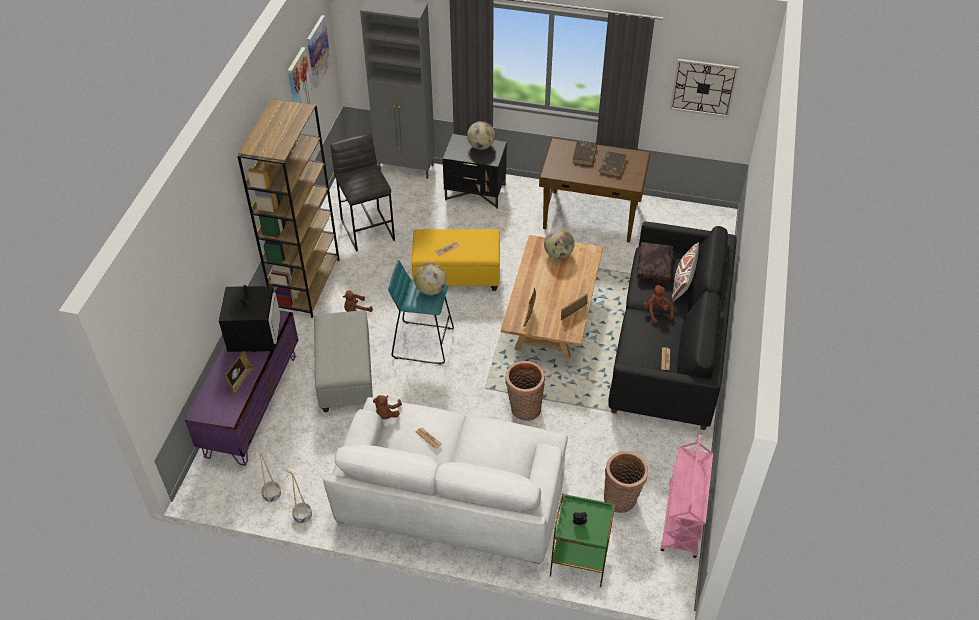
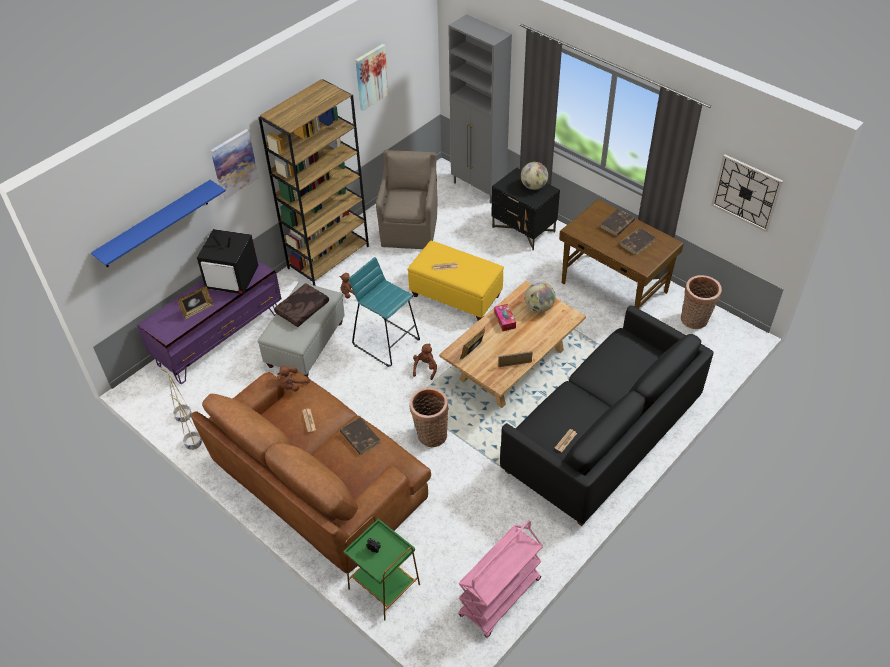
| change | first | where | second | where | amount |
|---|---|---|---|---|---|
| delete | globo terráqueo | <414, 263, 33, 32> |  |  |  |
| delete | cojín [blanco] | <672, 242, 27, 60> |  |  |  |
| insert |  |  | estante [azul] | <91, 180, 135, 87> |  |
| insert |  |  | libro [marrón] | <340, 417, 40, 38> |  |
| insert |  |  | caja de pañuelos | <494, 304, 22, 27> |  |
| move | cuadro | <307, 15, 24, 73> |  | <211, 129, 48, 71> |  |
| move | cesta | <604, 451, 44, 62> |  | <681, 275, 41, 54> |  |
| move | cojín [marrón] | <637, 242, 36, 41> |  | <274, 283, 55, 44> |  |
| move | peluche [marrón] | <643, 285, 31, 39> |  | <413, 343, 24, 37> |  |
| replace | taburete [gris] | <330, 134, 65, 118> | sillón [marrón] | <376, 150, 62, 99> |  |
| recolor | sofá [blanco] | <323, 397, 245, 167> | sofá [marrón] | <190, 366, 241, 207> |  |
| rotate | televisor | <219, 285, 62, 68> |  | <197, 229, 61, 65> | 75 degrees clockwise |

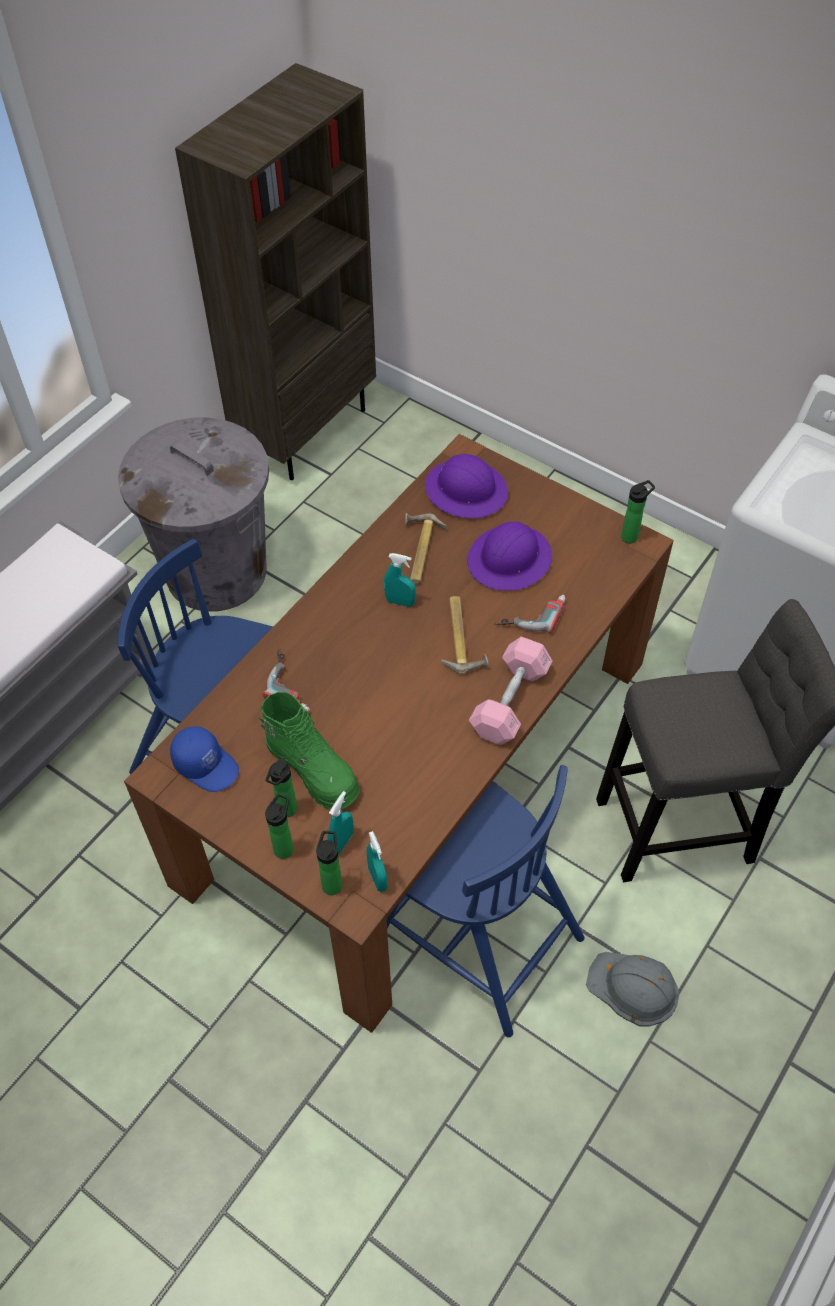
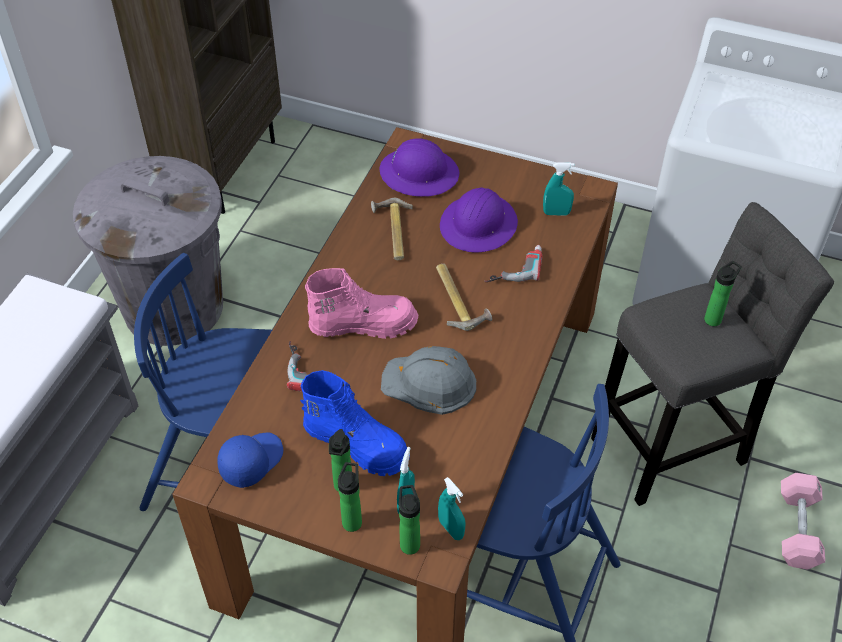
| change | first | where | second | where | amount |
|---|---|---|---|---|---|
| insert |  |  | bota [rosa] | <305, 268, 113, 71> |  |
| move | pulverizador [turquesa] | <384, 553, 32, 54> |  | <543, 162, 32, 54> |  |
| move | mancuerna [rosa] | <469, 637, 83, 108> |  | <781, 473, 44, 97> |  |
| move | casco [gris] | <586, 952, 93, 75> |  | <381, 346, 95, 69> |  |
| move | botella | <621, 480, 34, 64> |  | <704, 261, 38, 65> |  |
| recolor | bota [verde] | <259, 692, 101, 117> | bota [azul] | <300, 370, 110, 106> |  |
| rotate | gorra [azul] | <170, 726, 69, 66> |  | <218, 432, 65, 56> | 75 degrees counterclockwise |

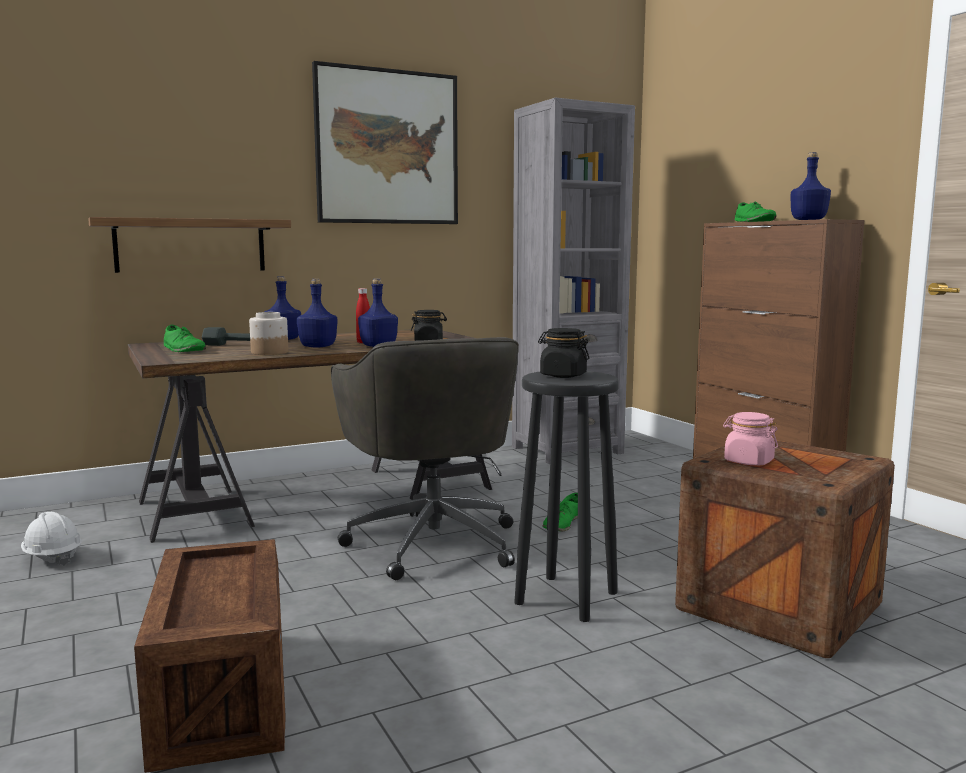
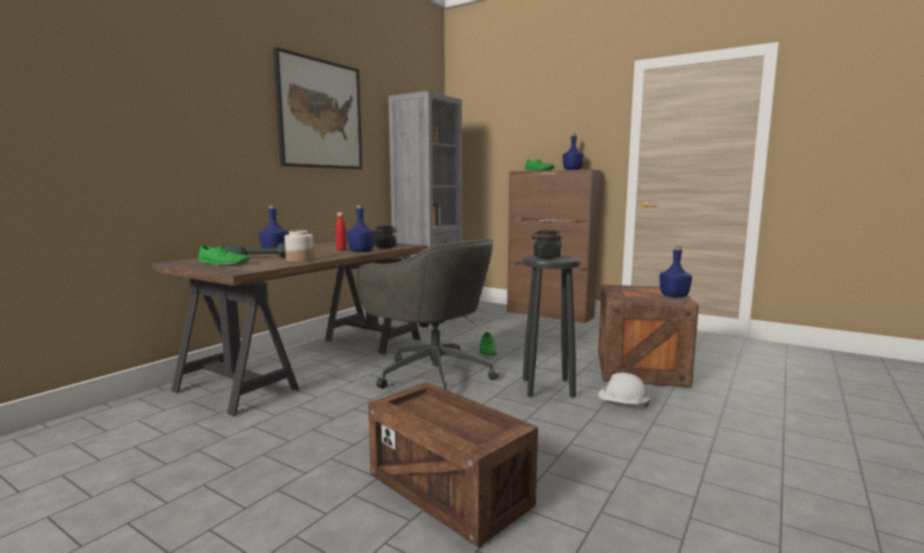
| change | first | where | second | where | amount |
|---|---|---|---|---|---|
| delete | estante | <88, 217, 203, 56> |  |  |  |
| delete | tarro [rosa] | <723, 412, 55, 53> |  |  |  |
| move | casco [blanco] | <21, 512, 61, 54> |  | <598, 373, 52, 35> |  |
| move | botella [azul] | <297, 279, 40, 68> |  | <659, 246, 33, 51> |  |

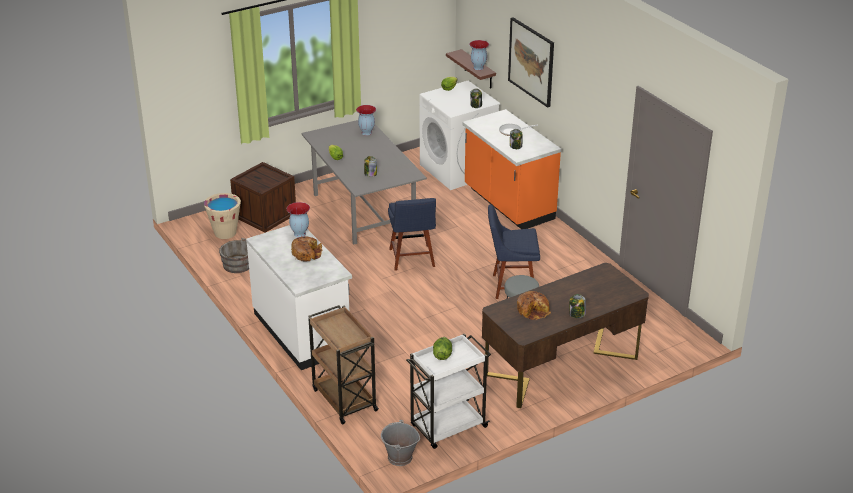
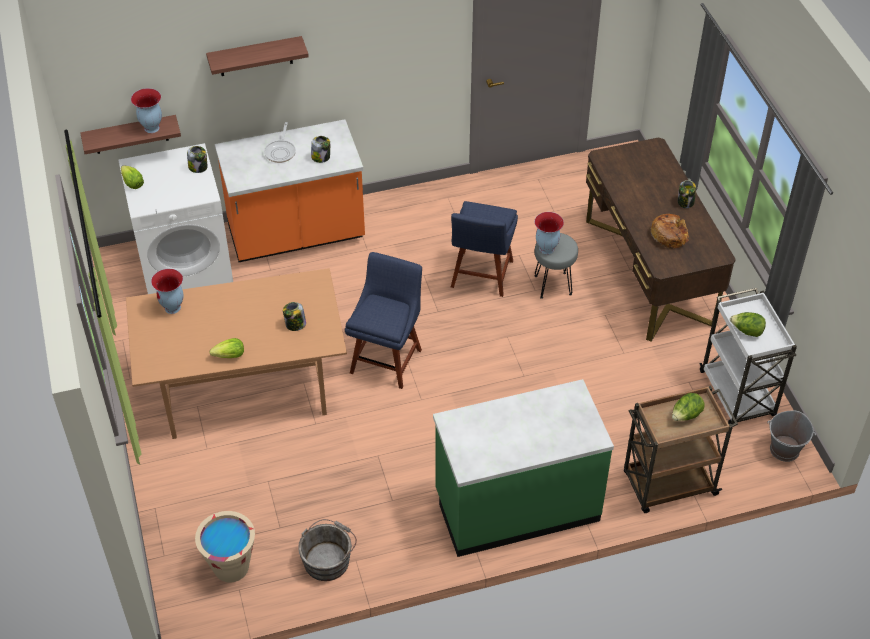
| change | first | where | second | where | amount |
|---|---|---|---|---|---|
| delete | caja de embalaje | <230, 162, 66, 71> |  |  |  |
| delete | pan | <291, 237, 32, 24> |  |  |  |
| insert |  |  | lechuga | <672, 393, 33, 28> |  |
| move | florero | <287, 202, 23, 36> |  | <534, 212, 30, 42> |  |
| replace | cuadro | <508, 17, 46, 91> | estante | <206, 36, 103, 40> |  |
| recolor | mueble bajo de cocina [blanco] | <246, 225, 106, 145> | mueble bajo de cocina [verde] | <433, 379, 181, 178> |  |
| recolor | mesa de comedor [gris] | <301, 120, 126, 124> | mesa de comedor [marrón] | <126, 268, 221, 171> |  |
| rotate | silla [azul] | <388, 198, 48, 73> |  | <345, 252, 77, 137> | 75 degrees counterclockwise |

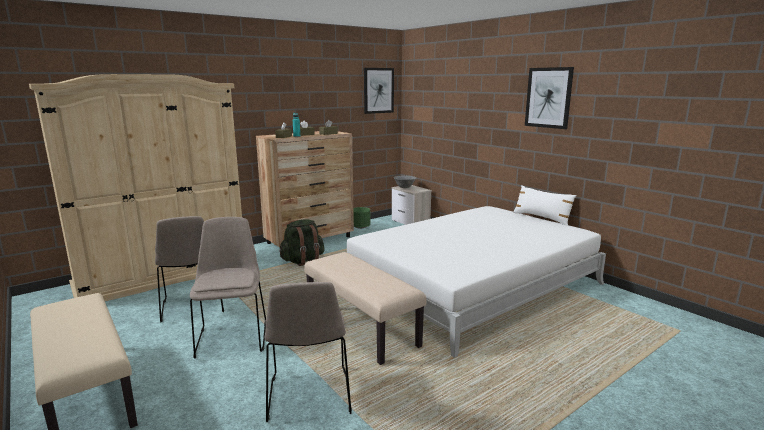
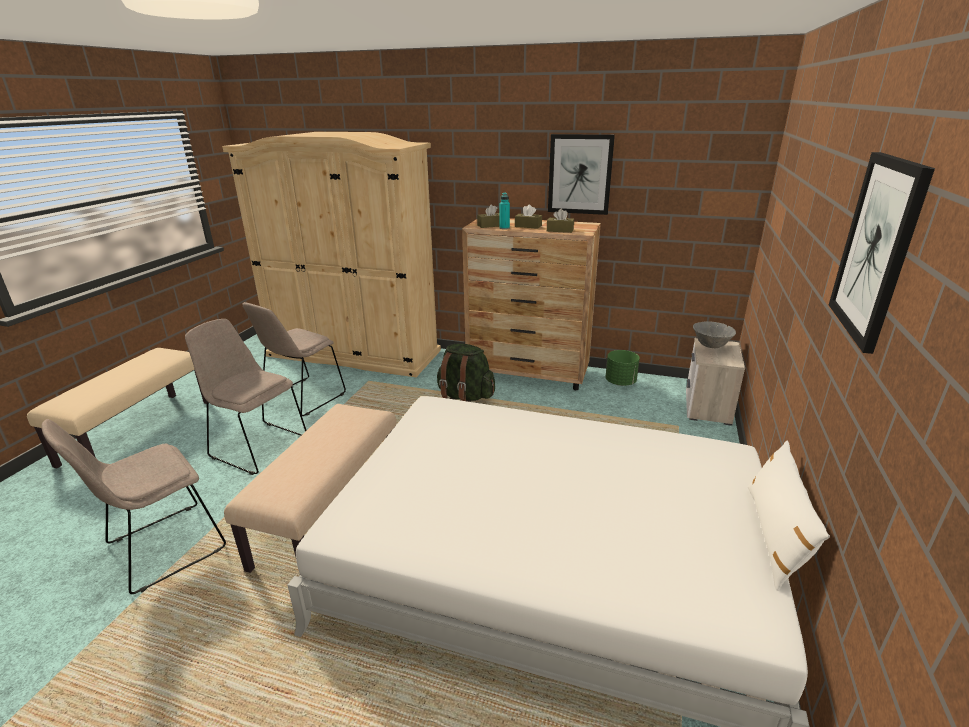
| change | first | where | second | where | amount |
|---|---|---|---|---|---|
| move | cuadro | <364, 68, 30, 46> |  | <548, 134, 67, 81> |  |
| rotate | silla [beis] | <190, 217, 76, 142> |  | <185, 319, 122, 156> | 105 degrees counterclockwise |

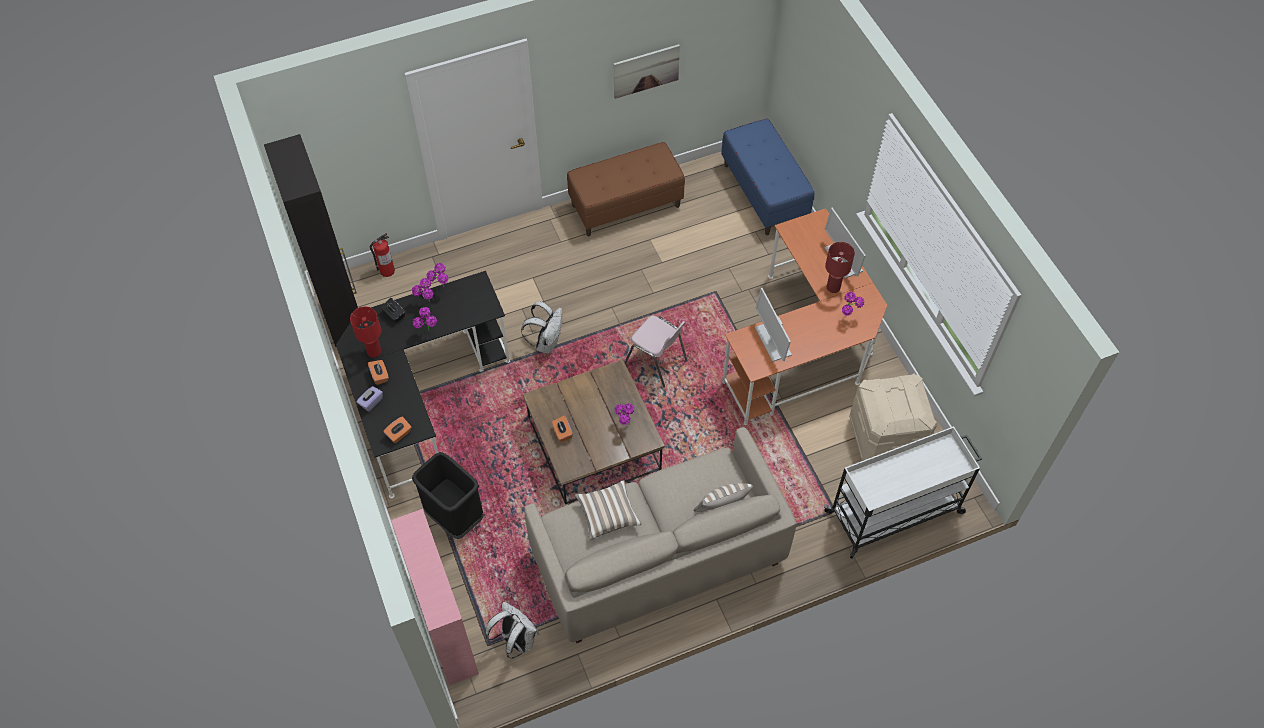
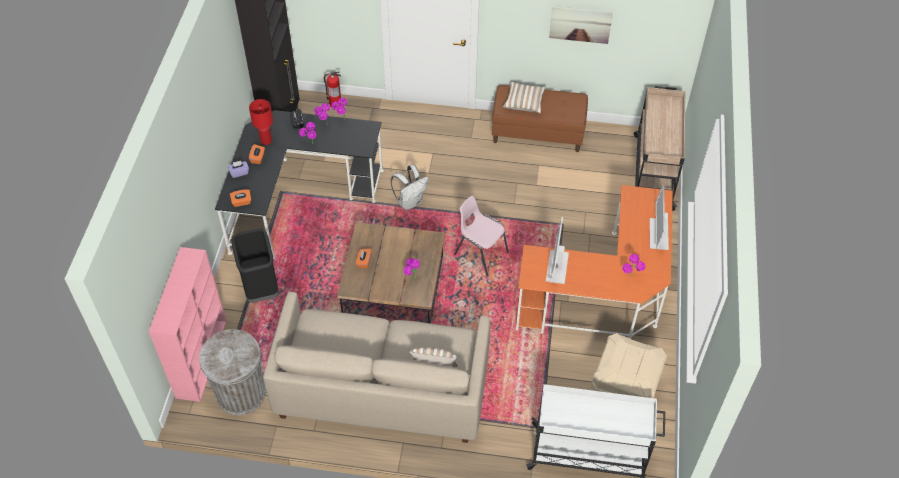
| change | first | where | second | where | amount |
|---|---|---|---|---|---|
| delete | lámpara de mesa [rojo] | <825, 242, 30, 51> |  |  |  |
| move | cojín | <575, 480, 66, 60> |  | <503, 81, 43, 32> |  |
| replace | mochila [blanco] | <485, 602, 54, 57> | papelera [gris] | <199, 329, 67, 86> |  |
| replace | banco [azul] | <721, 118, 93, 117> | carrito [beis] | <634, 86, 51, 125> |  |
| rotate | silla [rosa] | <624, 316, 64, 72> |  | <454, 195, 55, 81> | 150 degrees clockwise |

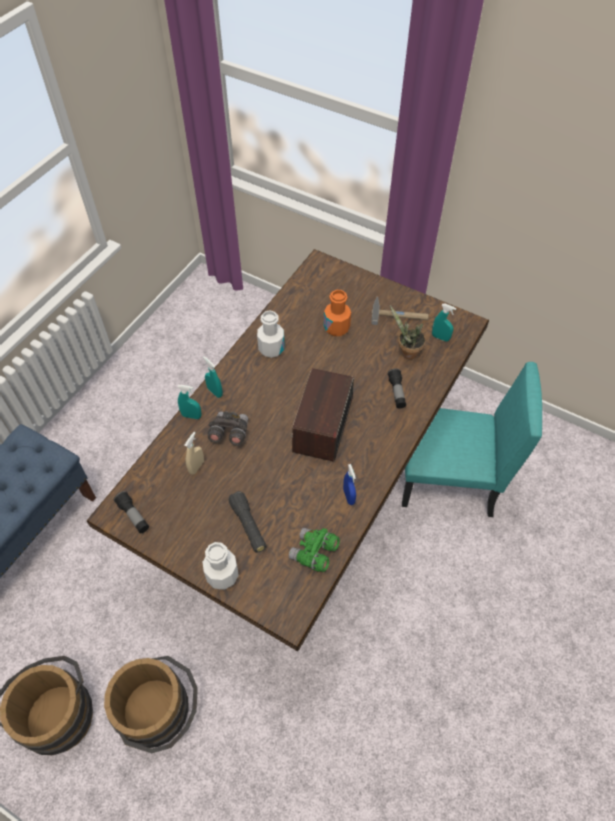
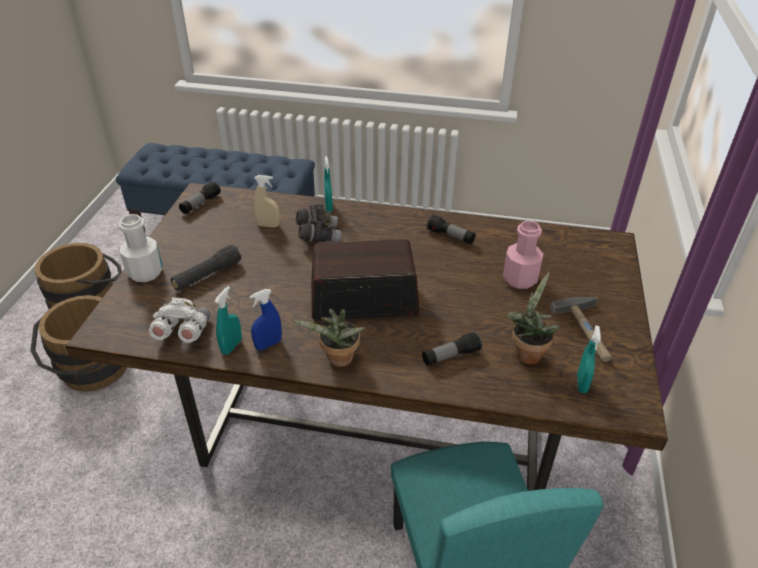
| change | first | where | second | where | amount |
|---|---|---|---|---|---|
| insert |  |  | planta en maceta | <293, 309, 72, 58> |  |
| move | pulverizador [turquesa] | <203, 356, 20, 42> |  | <214, 286, 28, 69> |  |
| replace | botella [blanco] | <257, 310, 27, 48> | linterna | <426, 215, 50, 29> |  |
| recolor | prismáticos [verde] | <289, 528, 51, 44> | prismáticos [blanco] | <149, 297, 62, 46> |  |
| recolor | botella [naranja] | <324, 290, 27, 46> | botella [rosa] | <503, 221, 40, 68> |  |

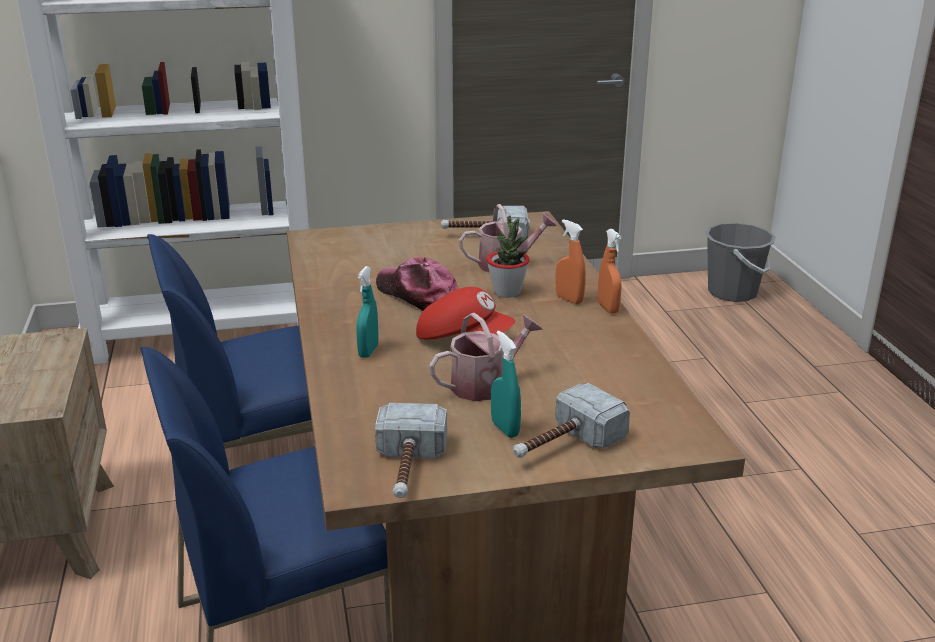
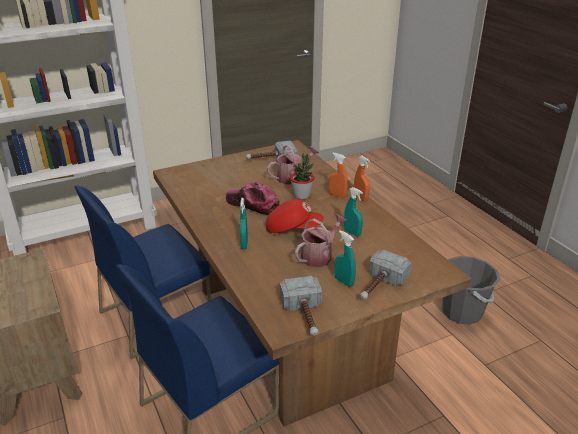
| change | first | where | second | where | amount |
|---|---|---|---|---|---|
| insert |  |  | pulverizador [turquesa] | <344, 187, 19, 50> |  |
| move | cubo [gris] | <705, 223, 71, 79> |  | <442, 256, 58, 69> |  |

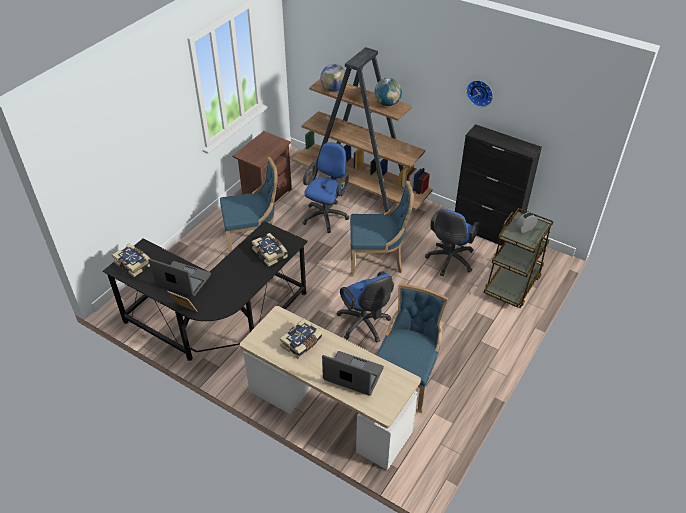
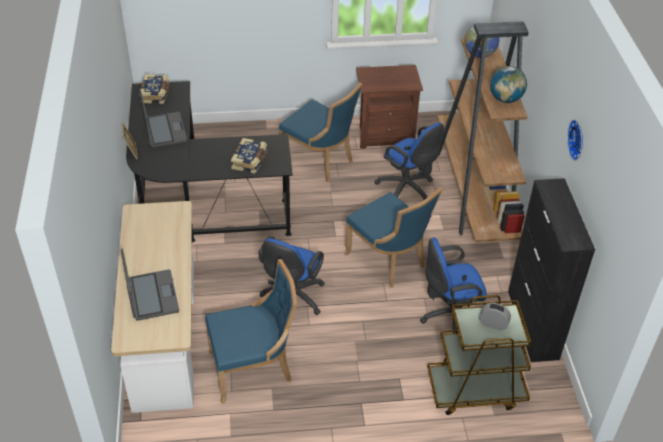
| change | first | where | second | where | amount |
|---|---|---|---|---|---|
| delete | libro | <280, 318, 42, 40> |  |  |  |
| rotate | silla de oficina [azul] | <302, 142, 47, 91> |  | <375, 122, 69, 78> | 60 degrees clockwise |

